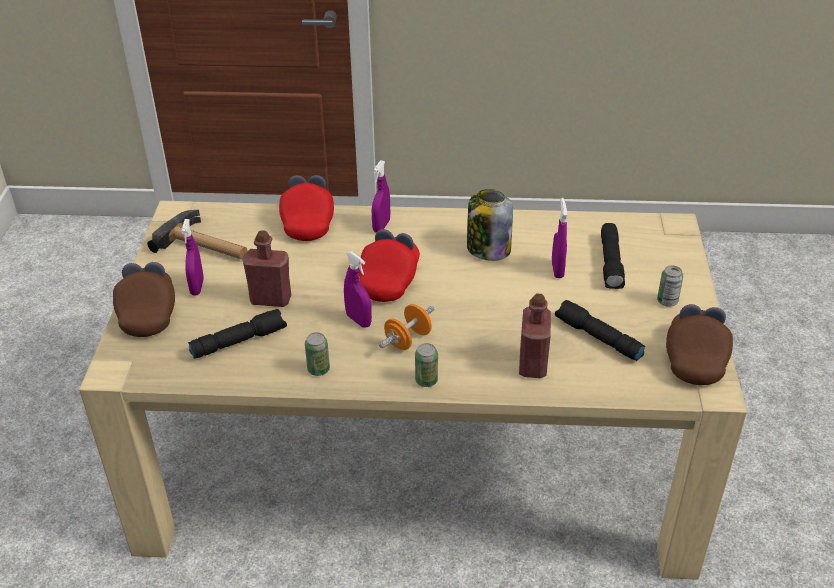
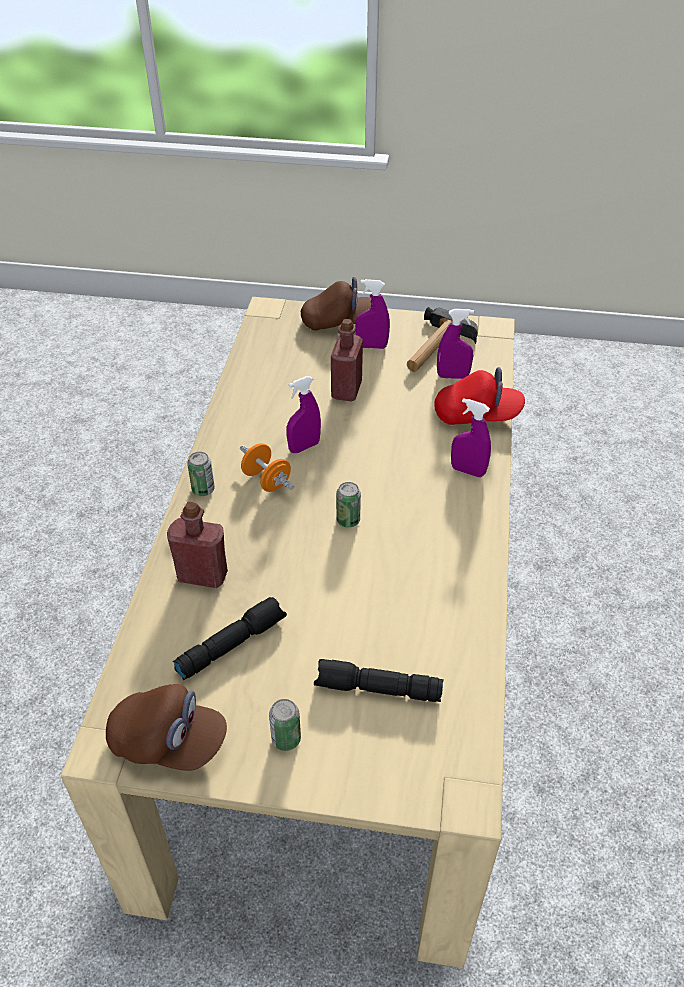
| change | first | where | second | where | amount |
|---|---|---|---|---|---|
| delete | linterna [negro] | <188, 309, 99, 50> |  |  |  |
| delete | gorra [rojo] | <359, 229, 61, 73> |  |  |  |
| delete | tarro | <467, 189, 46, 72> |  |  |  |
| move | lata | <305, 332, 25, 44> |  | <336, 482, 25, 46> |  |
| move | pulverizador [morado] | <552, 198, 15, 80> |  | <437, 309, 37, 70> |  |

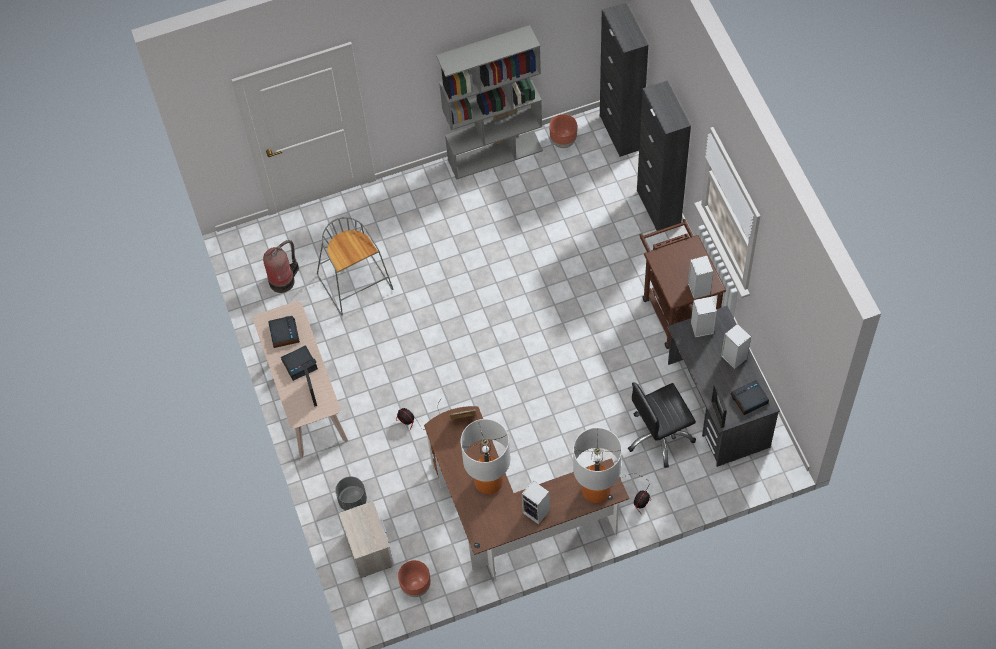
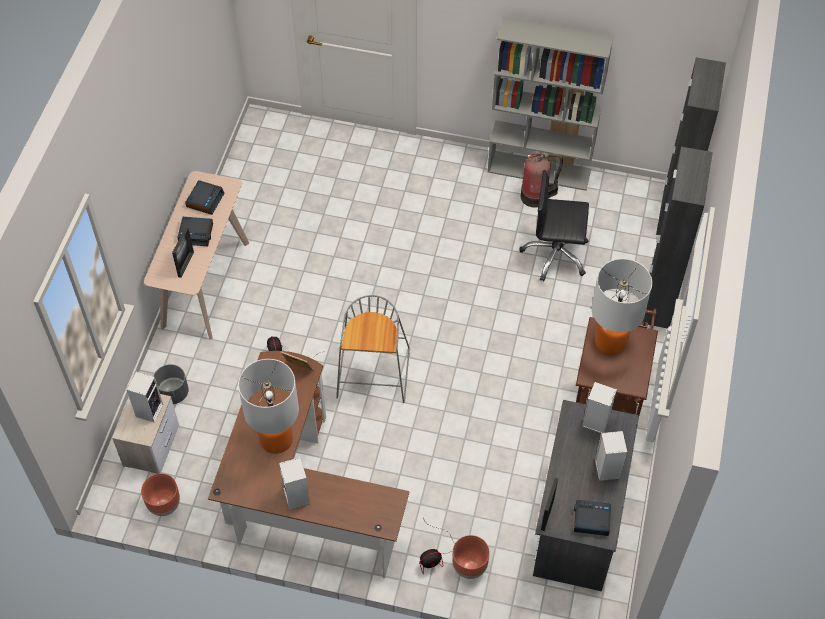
| change | first | where | second | where | amount |
|---|---|---|---|---|---|
| move | extintor | <263, 240, 36, 53> |  | <521, 152, 42, 56> |  |
| move | taburete [gris] | <317, 217, 77, 98> |  | <336, 295, 74, 108> |  |
| move | maceta [marrón] | <549, 114, 28, 34> |  | <452, 535, 38, 44> |  |
| move | lámpara de mesa | <573, 428, 49, 75> |  | <592, 259, 60, 96> |  |
| move | silla de oficina [negro] | <628, 382, 68, 86> |  | <519, 170, 70, 111> |  |
| move | altavoz | <688, 256, 25, 43> |  | <127, 372, 36, 50> |  |

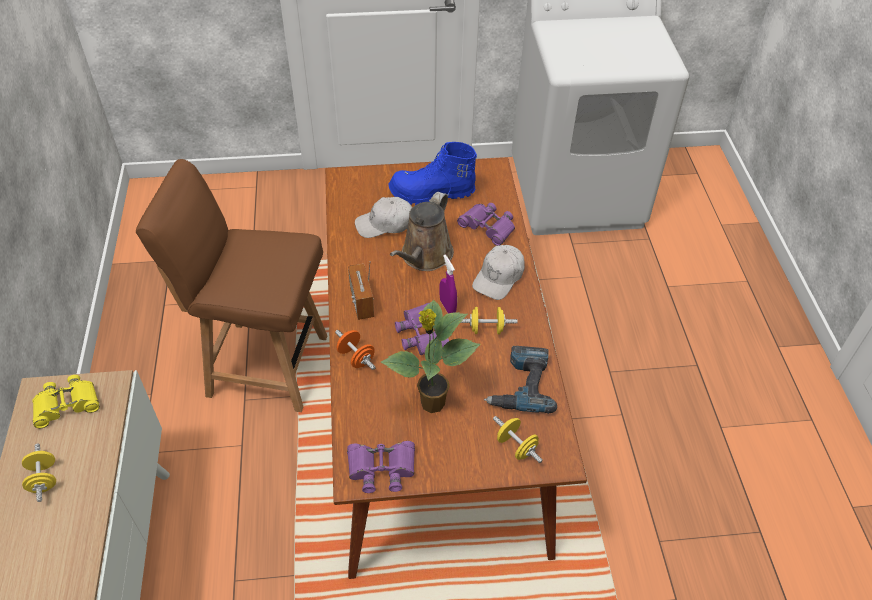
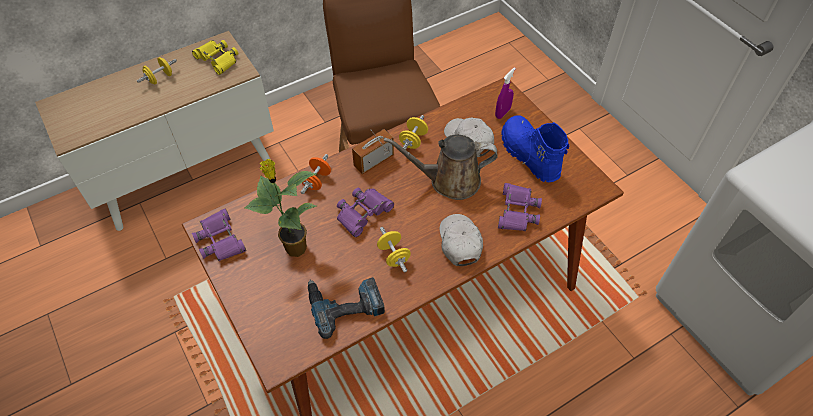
| change | first | where | second | where | amount |
|---|---|---|---|---|---|
| move | pulverizador [morado] | <440, 255, 17, 59> |  | <495, 67, 21, 52> |  |
| move | mancuerna [amarillo] | <493, 416, 50, 47> |  | <399, 115, 29, 35> |  |
| rotate | gorra [blanco] | <472, 245, 53, 55> |  | <440, 214, 43, 52> | 75 degrees clockwise |

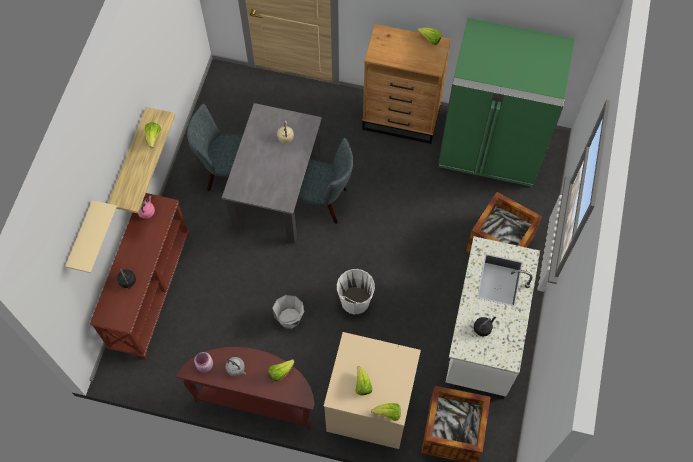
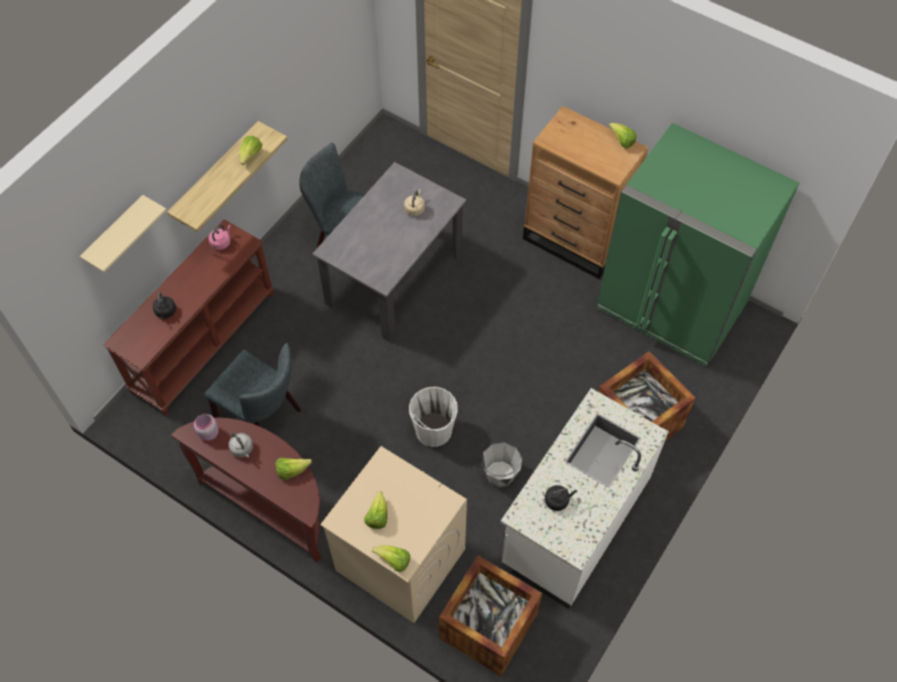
| change | first | where | second | where | amount |
|---|---|---|---|---|---|
| move | cubo [gris] | <273, 295, 31, 34> |  | <481, 442, 41, 45> |  |
| move | silla [gris] | <297, 138, 56, 86> |  | <204, 343, 97, 84> |  |

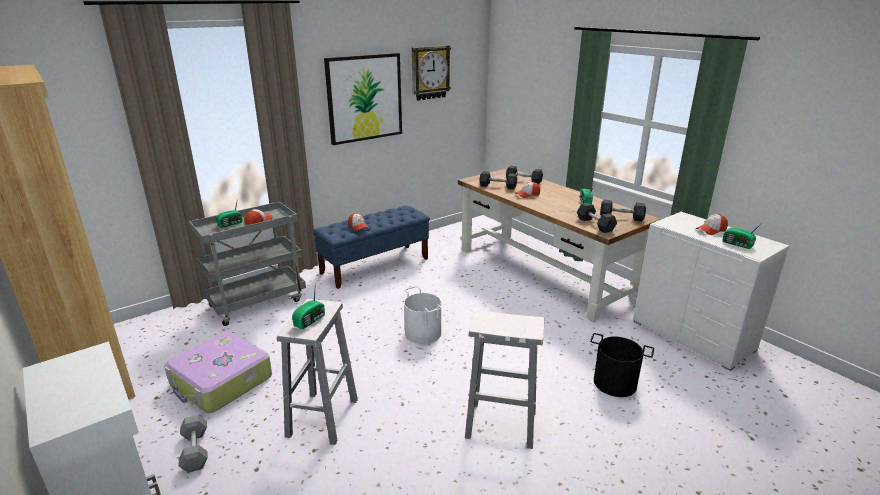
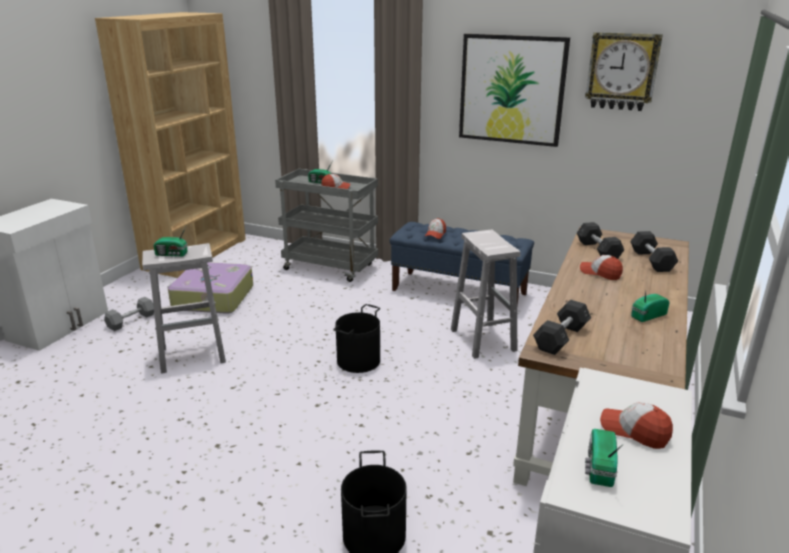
| change | first | where | second | where | amount |
|---|---|---|---|---|---|
| delete | mancuerna [gris] | <600, 200, 46, 21> |  |  |  |
| move | taburete [blanco] | <465, 310, 80, 139> |  | <451, 230, 70, 129> |  |
| recolor | cubo [blanco] | <404, 286, 38, 58> | cubo [negro] | <333, 304, 47, 69> |  |

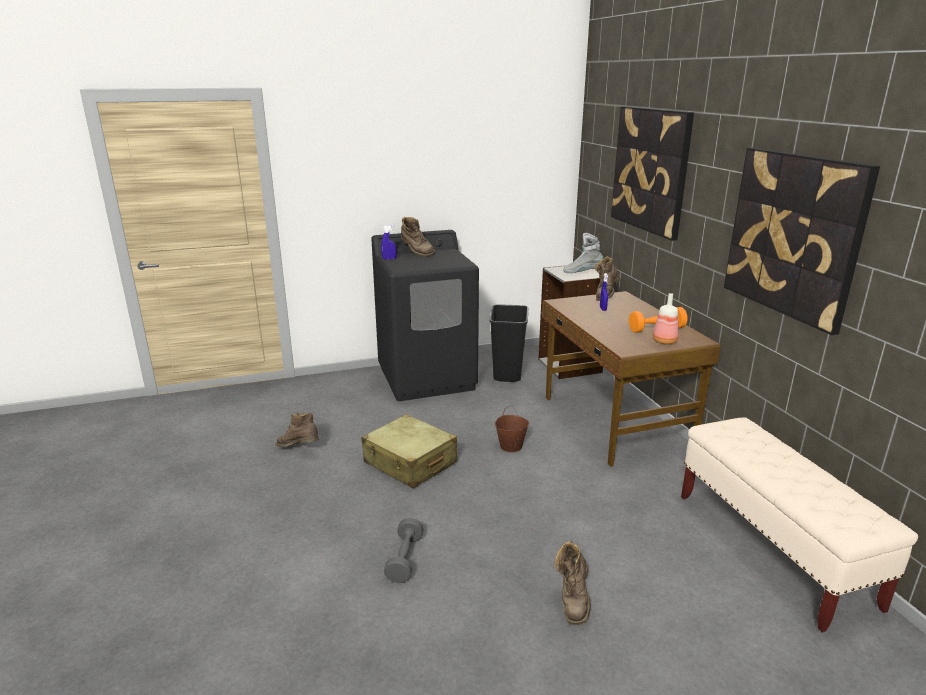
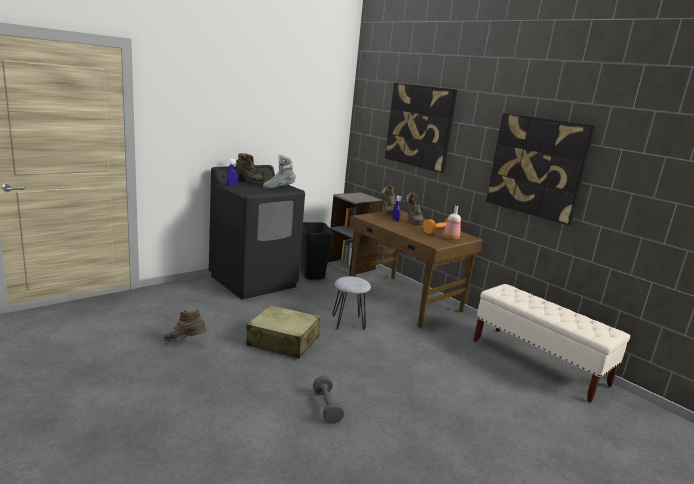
| change | first | where | second | where | amount |
|---|---|---|---|---|---|
| move | bota [marrón] | <553, 541, 38, 84> |  | <406, 193, 19, 33> |  |
| move | bota [gris] | <563, 233, 40, 40> |  | <263, 155, 33, 33> |  |
| replace | cubo [marrón] | <495, 406, 34, 46> | taburete [gris] | <332, 276, 39, 54> |  |

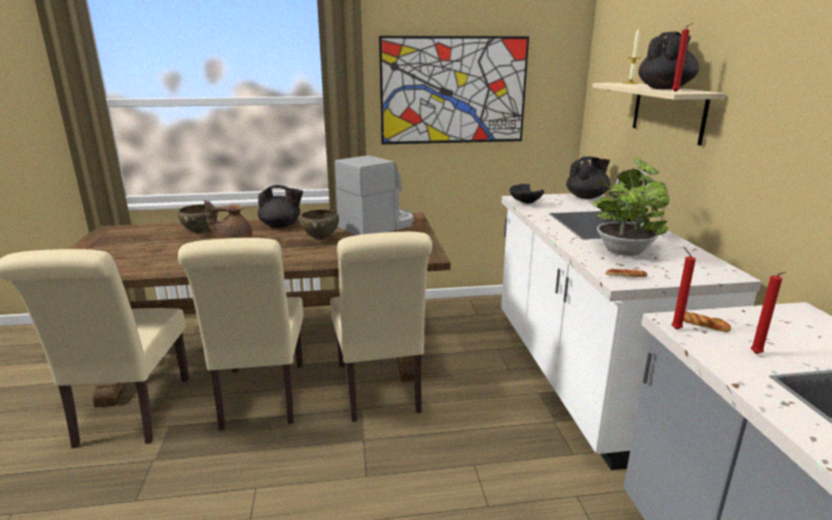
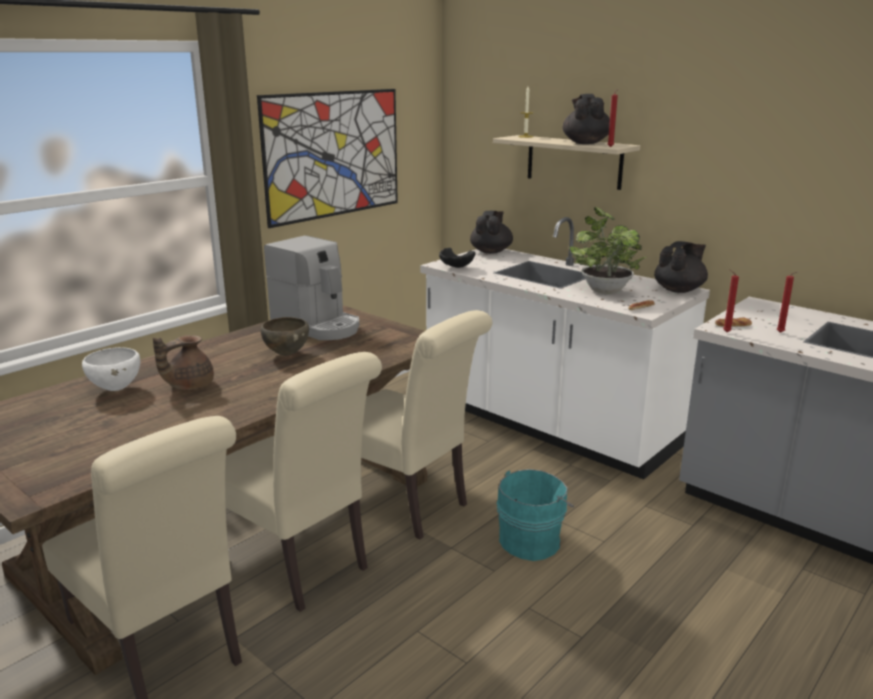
| change | first | where | second | where | amount |
|---|---|---|---|---|---|
| insert |  |  | cubo [turquesa] | <496, 469, 78, 92> |  |
| move | tetera [negro] | <258, 185, 45, 43> |  | <654, 241, 54, 52> |  |
| recolor | cuenco [marrón] | <177, 204, 41, 30> | cuenco [blanco] | <82, 347, 58, 44> |  |
| rotate | cafetera | <334, 155, 80, 80> |  | <264, 236, 95, 104> | 120 degrees clockwise |

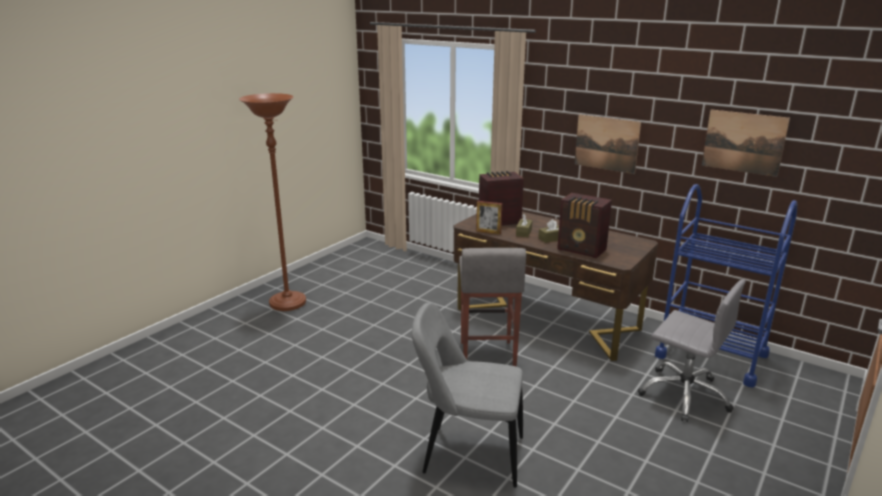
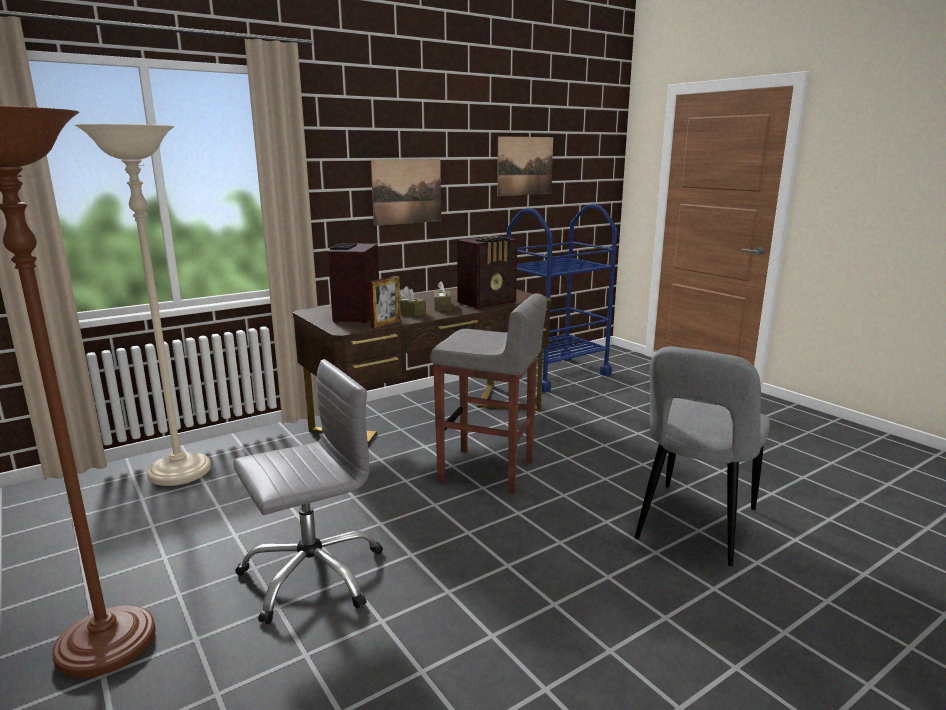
| change | first | where | second | where | amount |
|---|---|---|---|---|---|
| insert |  |  | lámpara de pie [beis] | <75, 124, 136, 362> |  |
| move | silla de oficina [gris] | <638, 279, 108, 143> |  | <233, 359, 150, 265> |  |

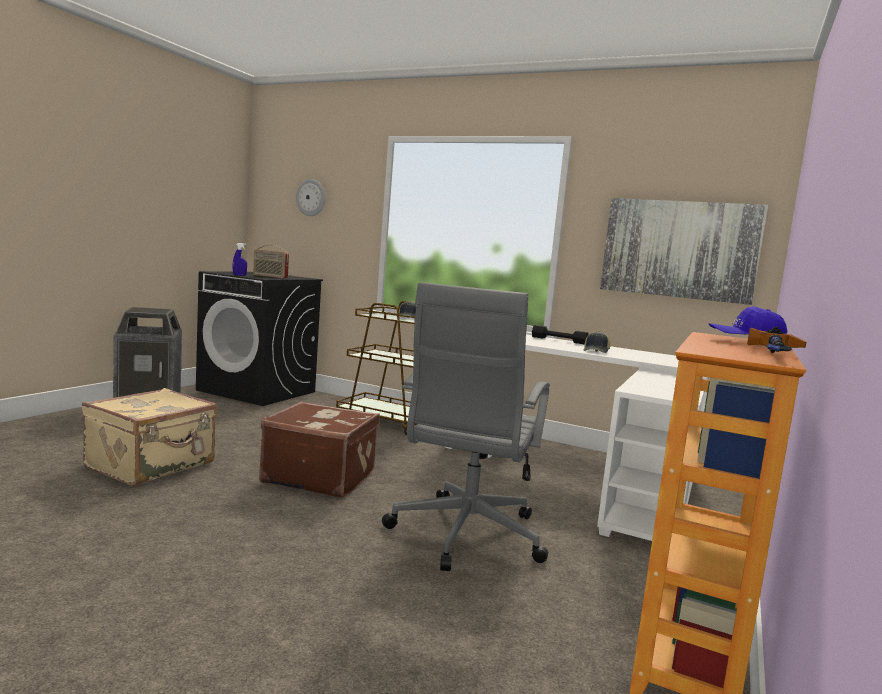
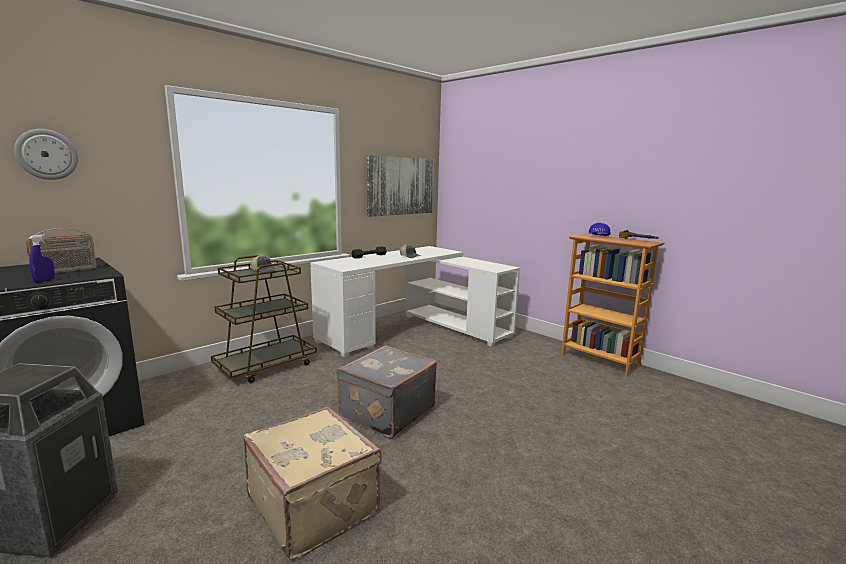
| change | first | where | second | where | amount |
|---|---|---|---|---|---|
| delete | silla de oficina [gris] | <382, 282, 168, 289> |  |  |  |
| recolor | maleta [marrón] | <259, 402, 121, 96> | maleta [gris] | <337, 345, 100, 94> |  |

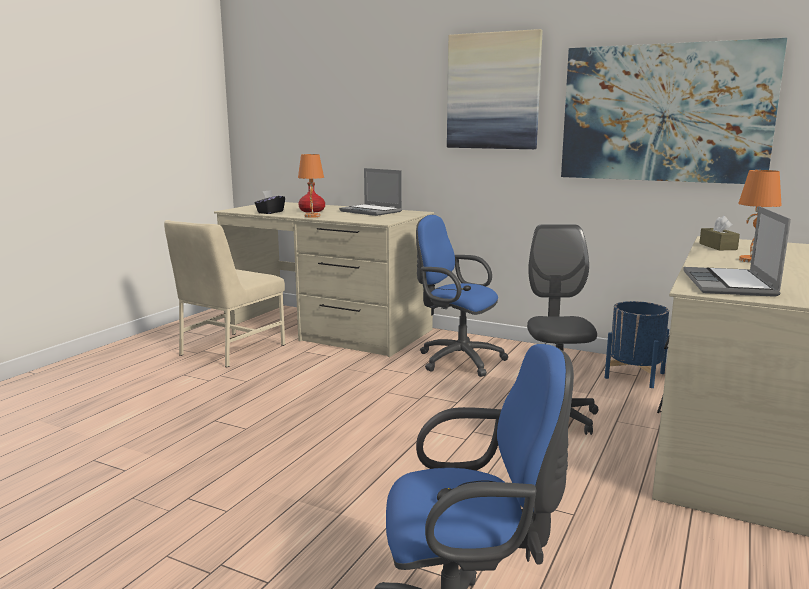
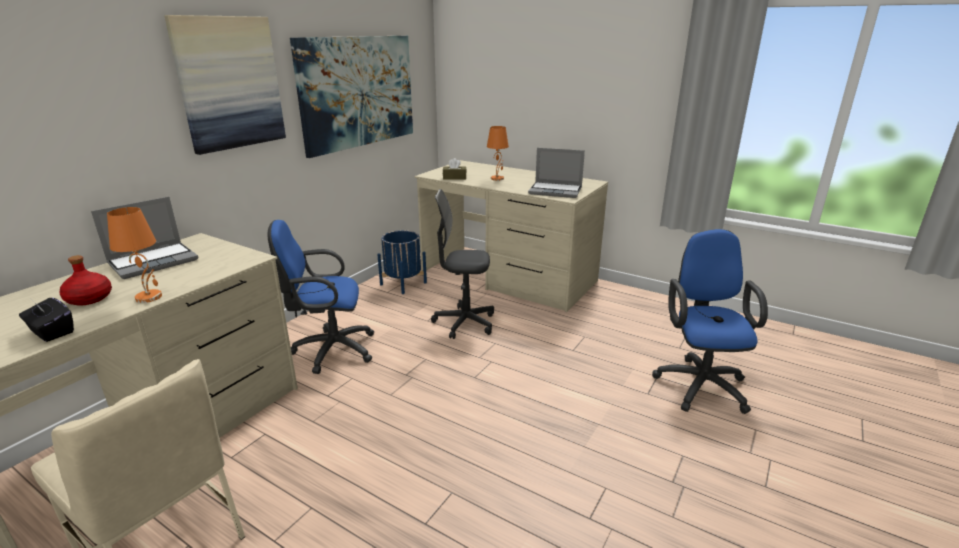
| change | first | where | second | where | amount |
|---|---|---|---|---|---|
| rotate | silla de oficina [azul] | <416, 215, 93, 162> |  | <268, 220, 106, 154> | 45 degrees clockwise |

